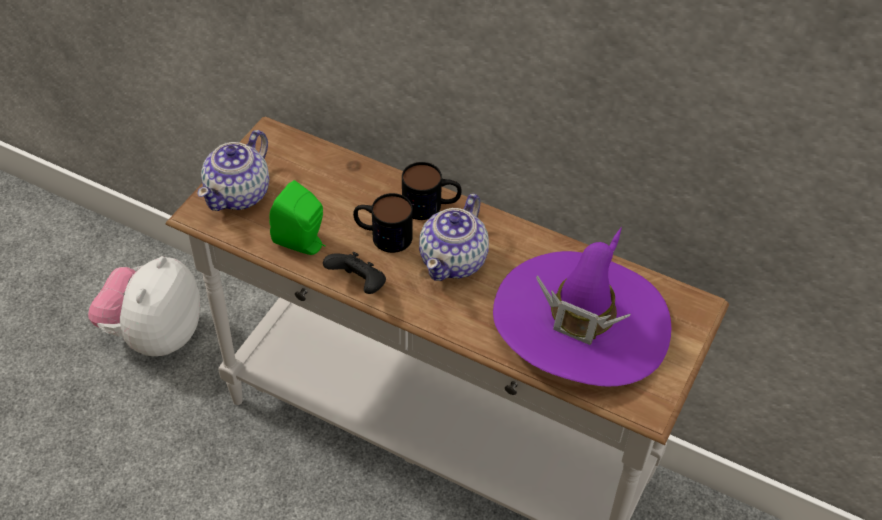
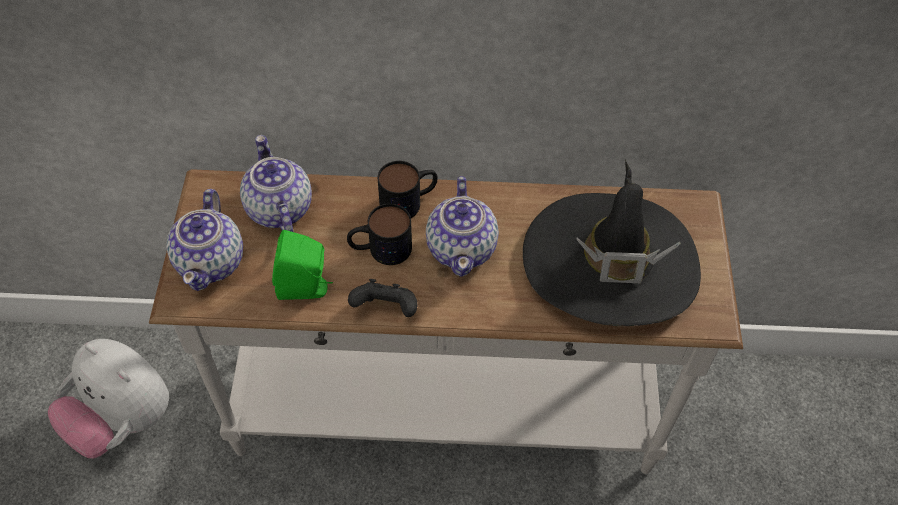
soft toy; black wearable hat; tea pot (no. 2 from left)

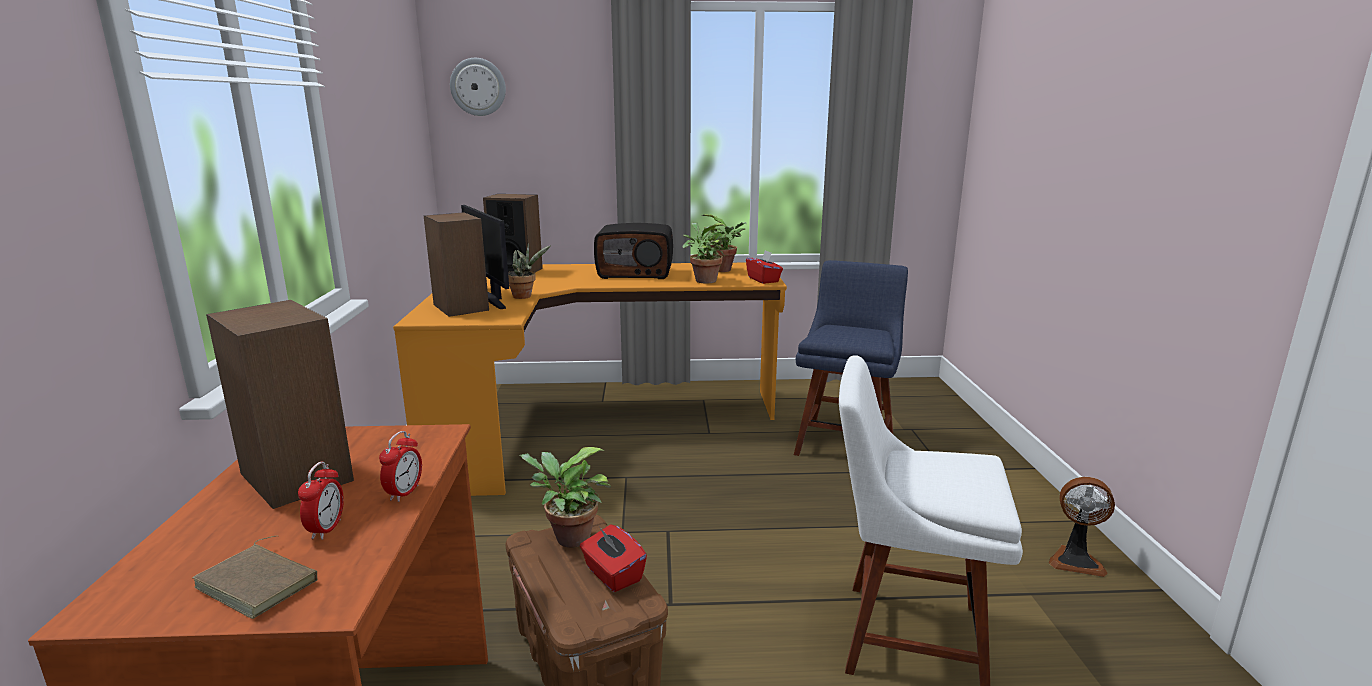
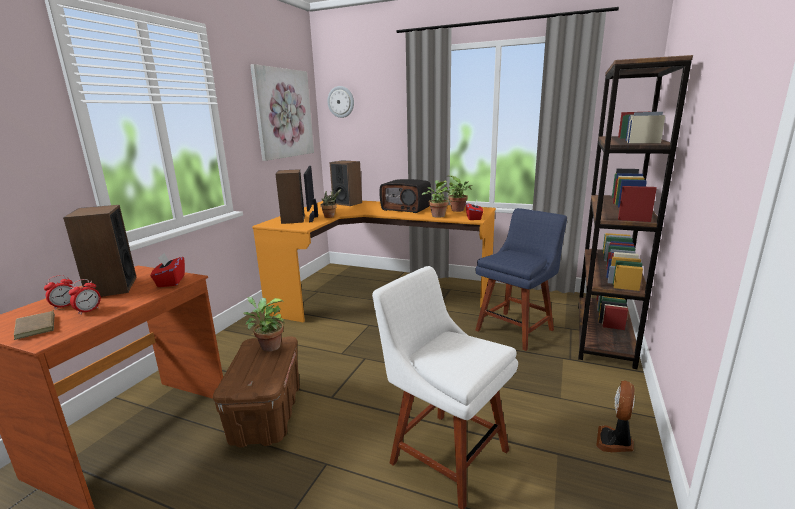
table clock (no. 1 from left); red-coloured tissue box (no. 1 from left); electric fan; wall picture; brownish shelving unit

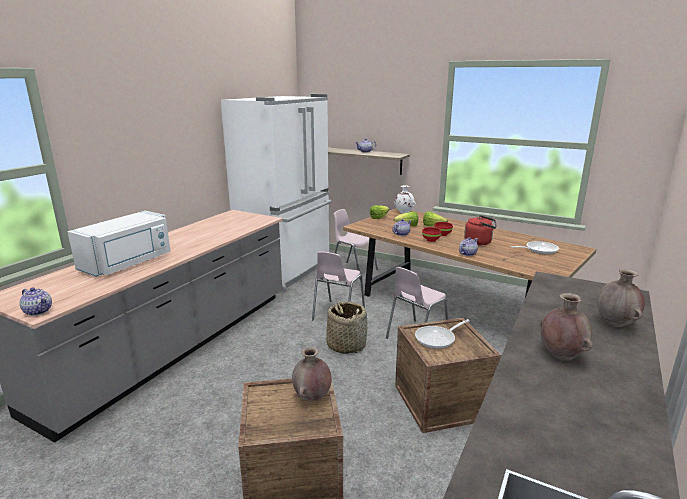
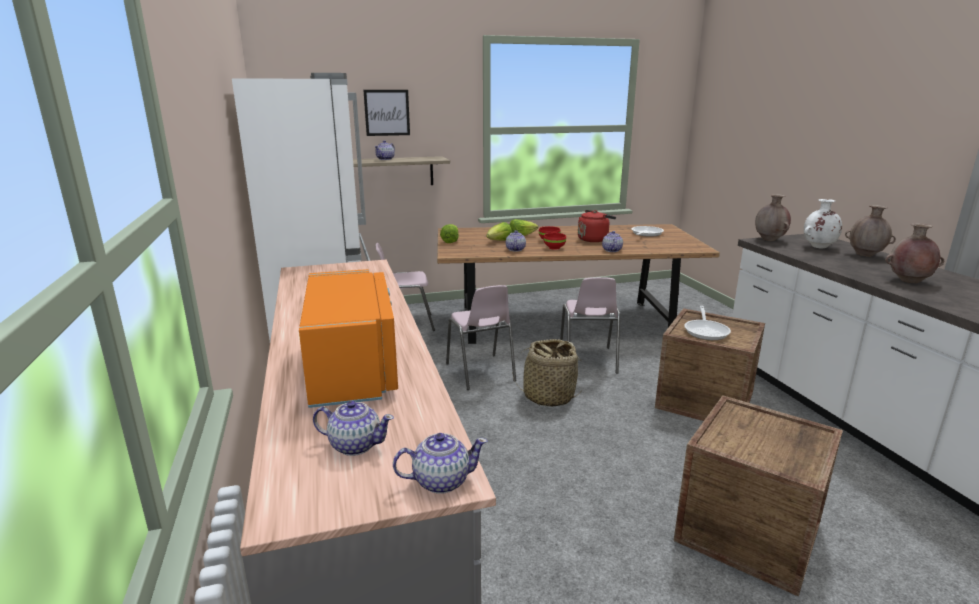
orange-coloured microwave oven; brownish vase (no. 1 from left); whitish vase; tea pot (no. 1 from left); wall picture

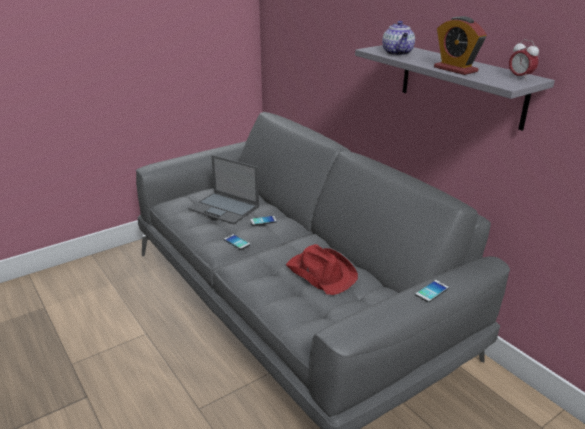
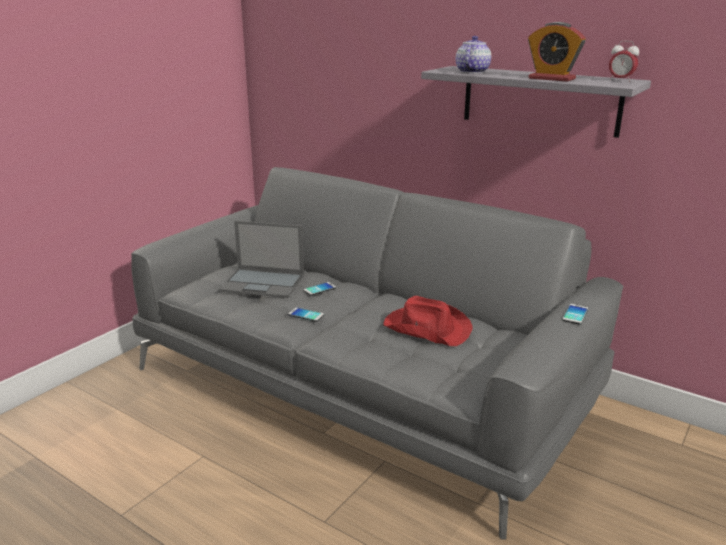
tea pot

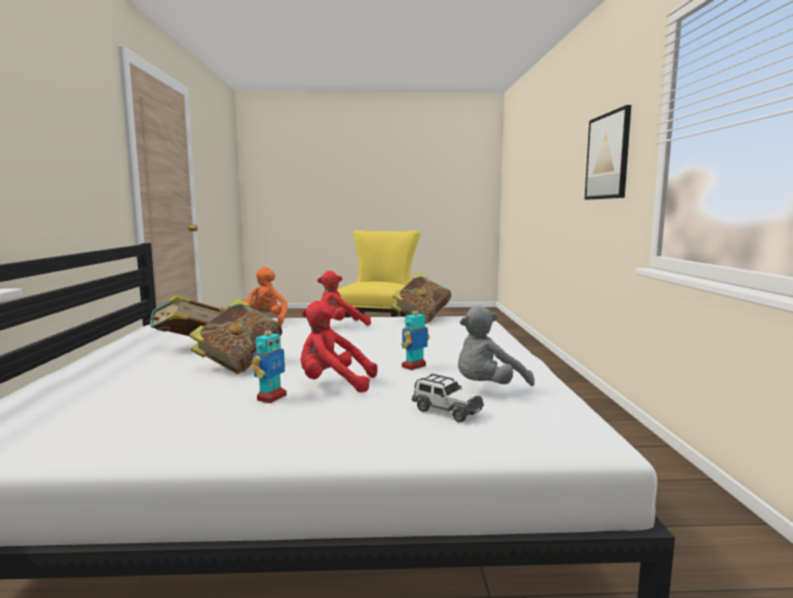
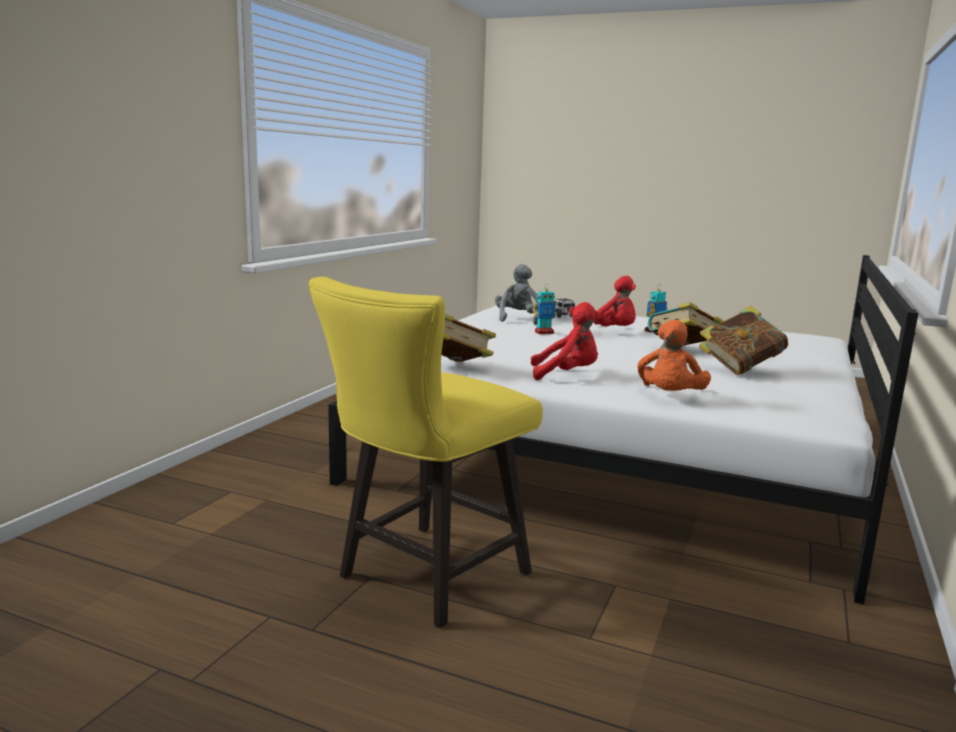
gray soft toy; wall picture

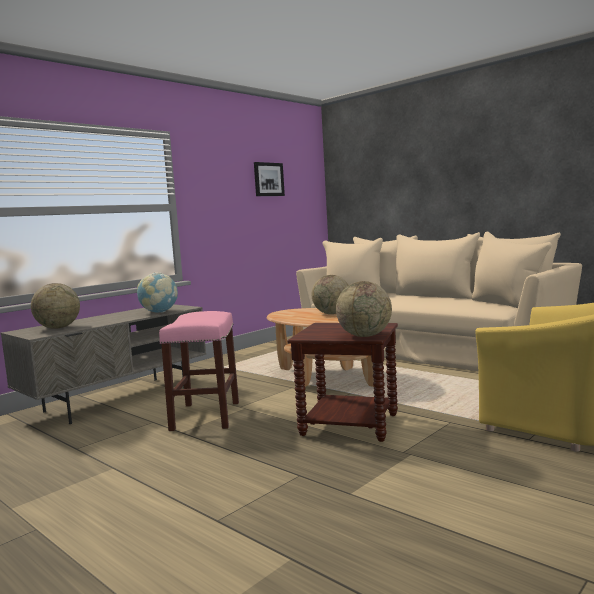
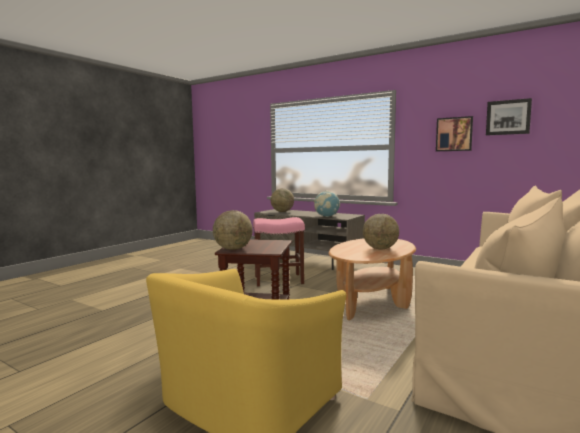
wall picture (no. 1 from left)

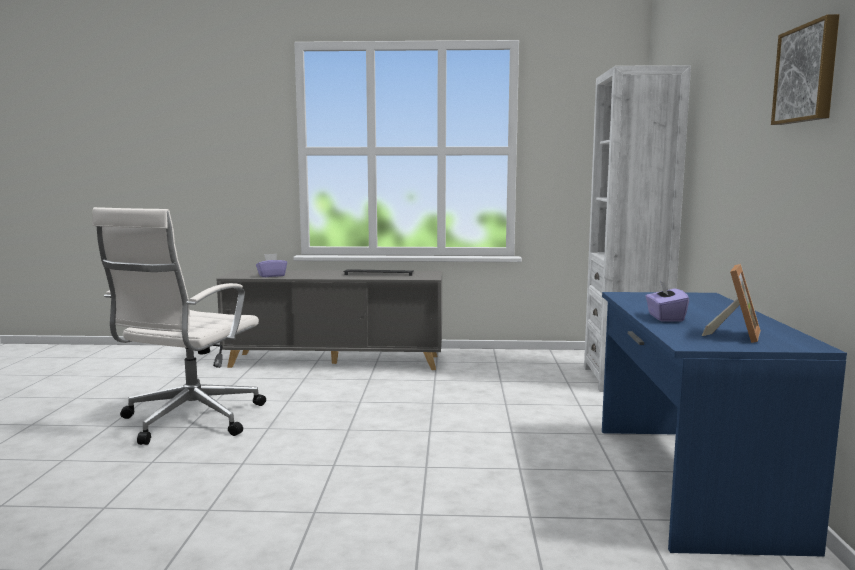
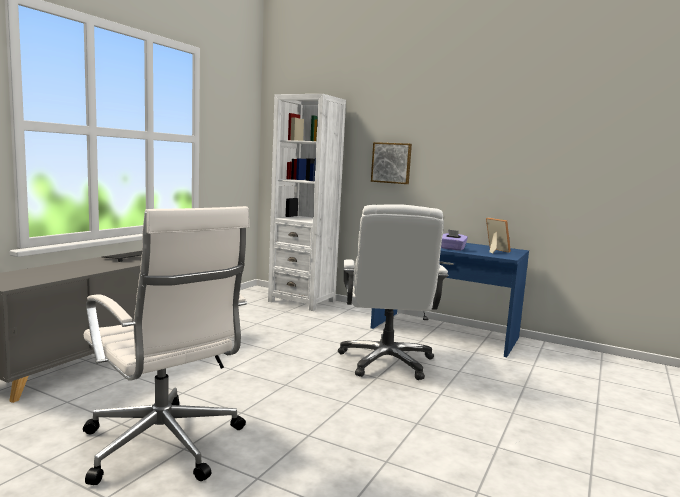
purple-coloured tissue box (no. 1 from left in the first image); wall picture; whitish computer chair (no. 2 from left)

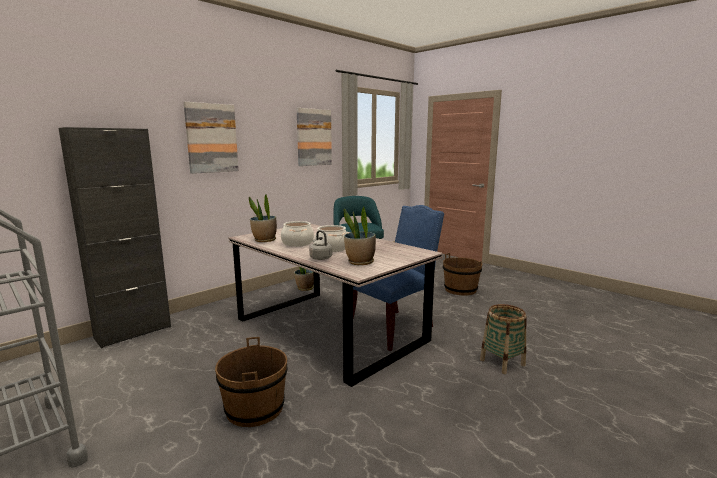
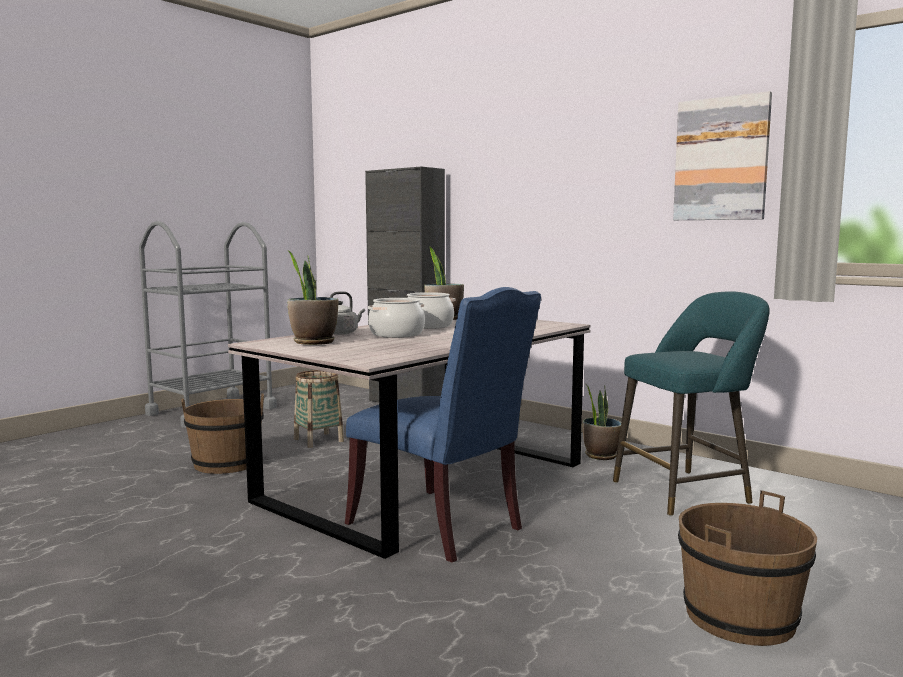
wall picture (no. 1 from left in the first image); household basket

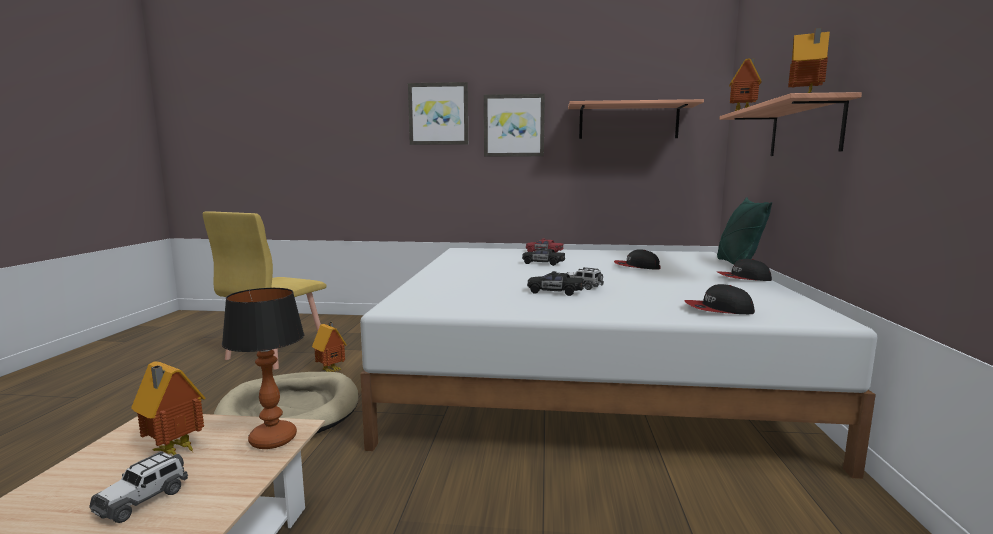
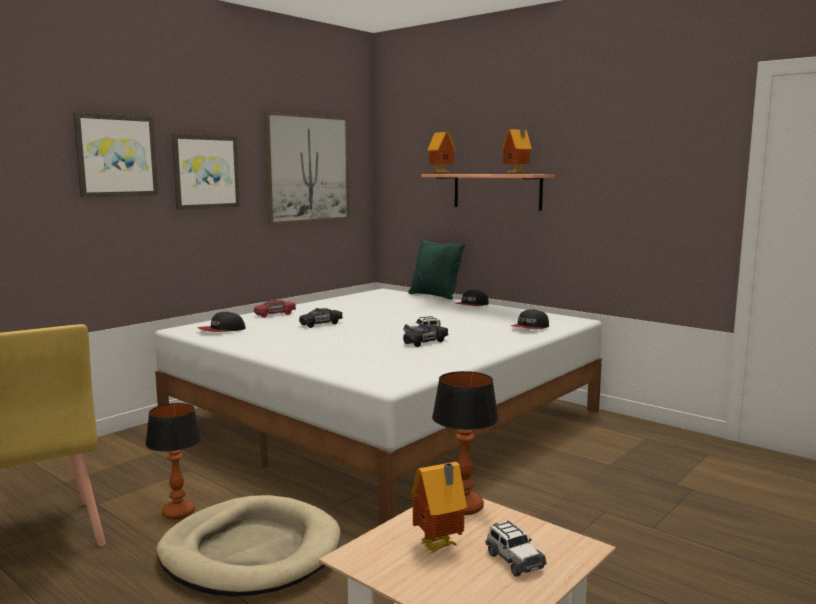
table lamp (no. 1 from left); wall picture (no. 3 from left); cap (no. 1 from left)

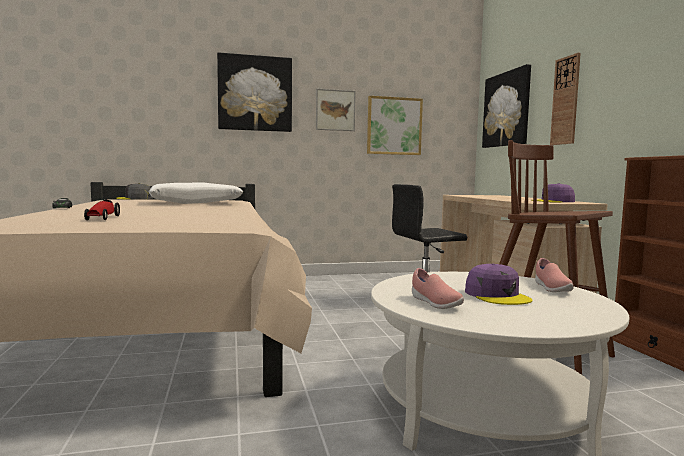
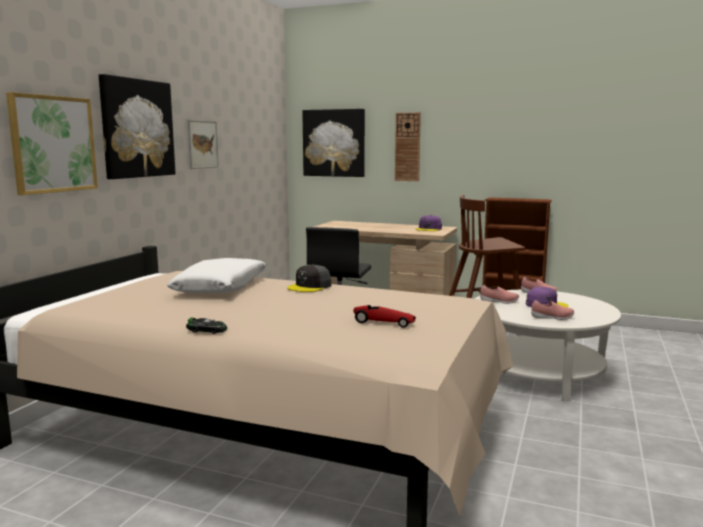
gray cap; wall picture (no. 1 from left); pink low shoe (no. 1 from left)

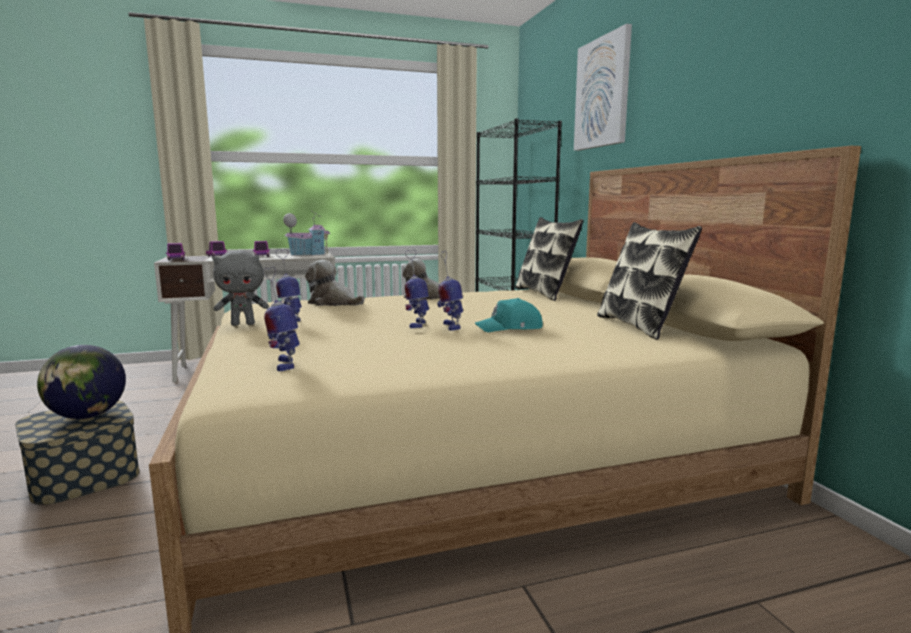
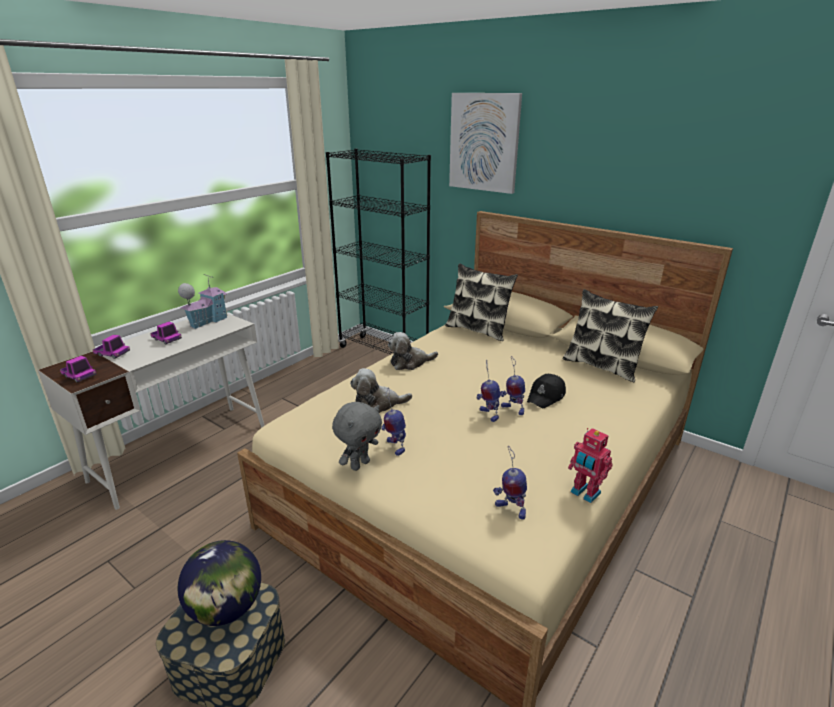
black cap; toy robot (no. 5 from left)

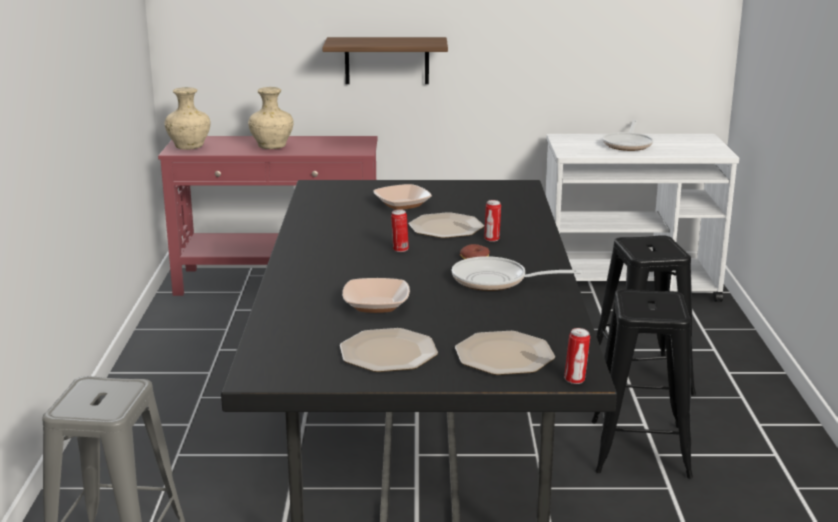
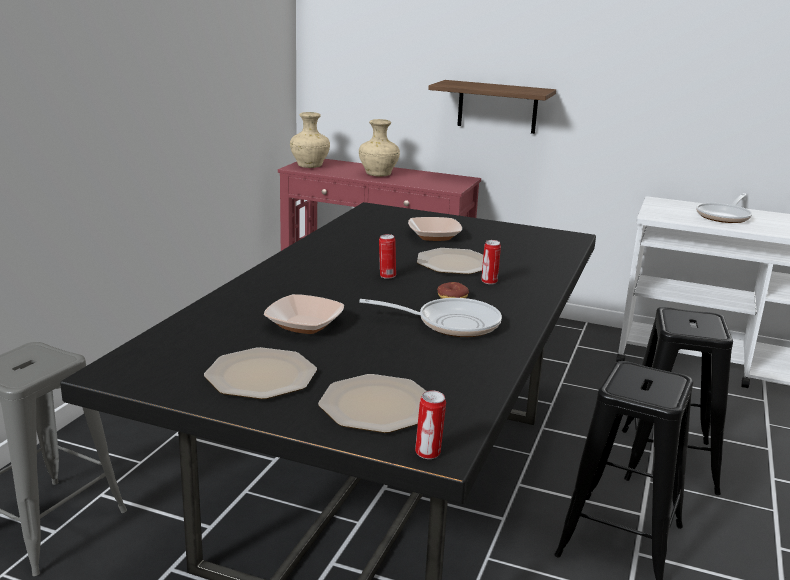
pan (no. 1 from left)

